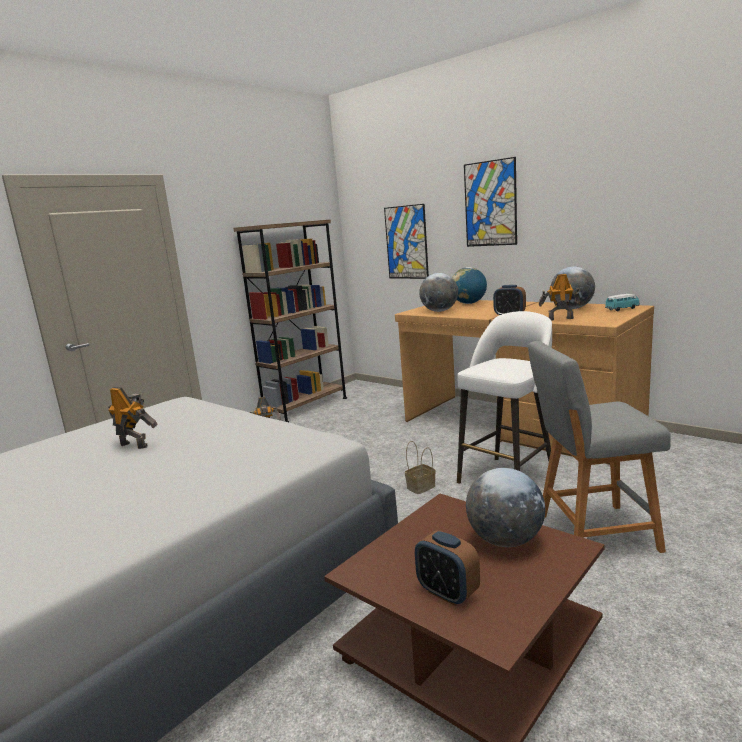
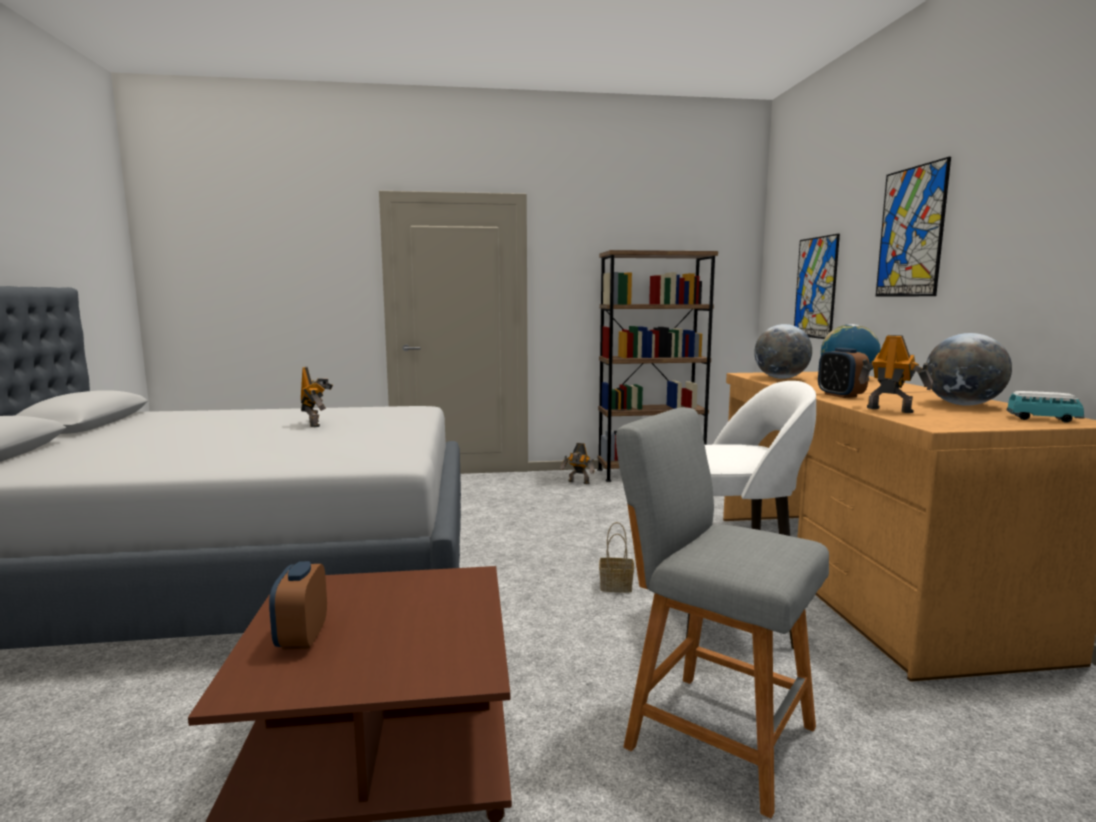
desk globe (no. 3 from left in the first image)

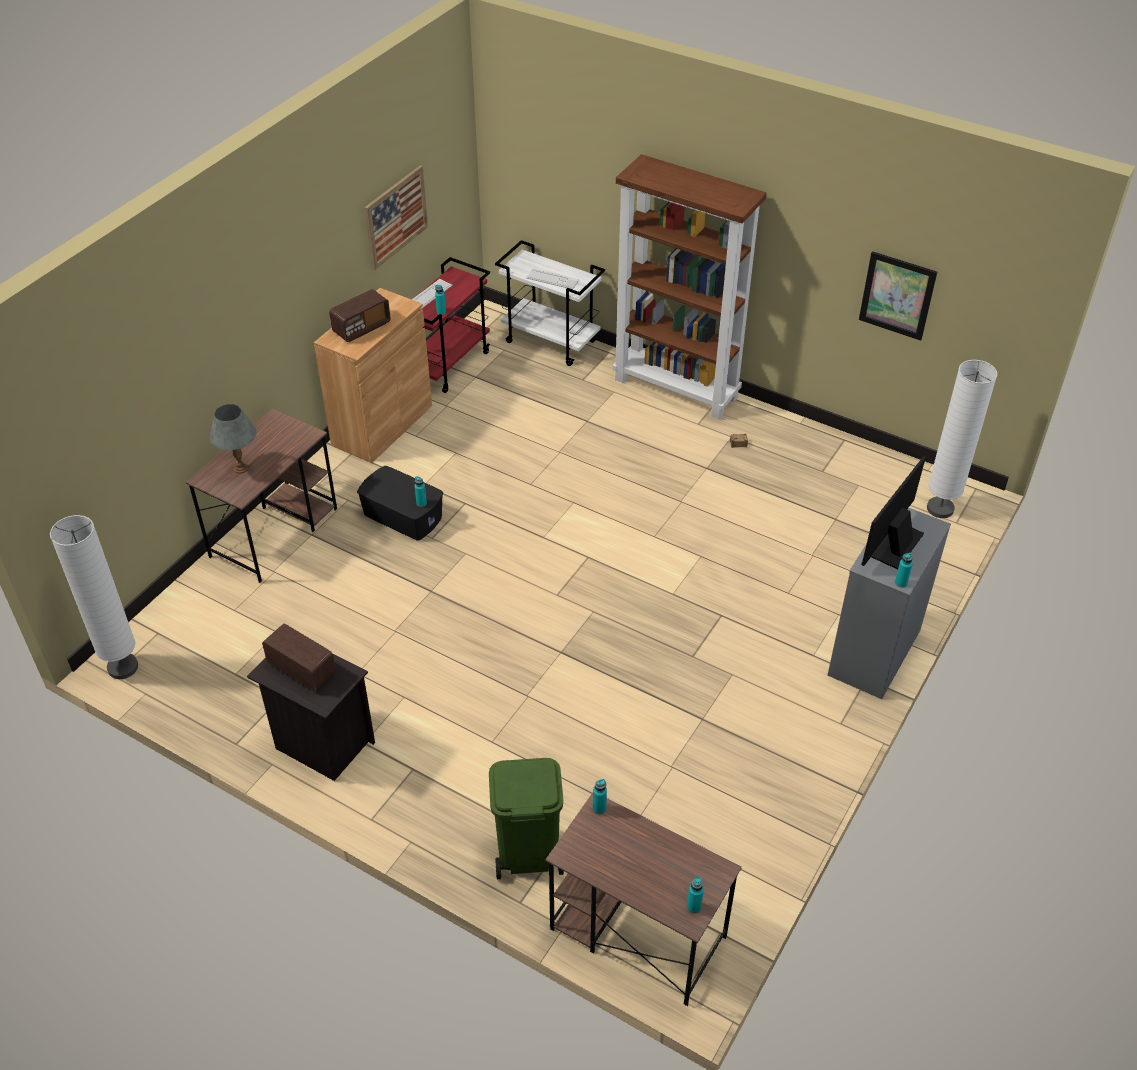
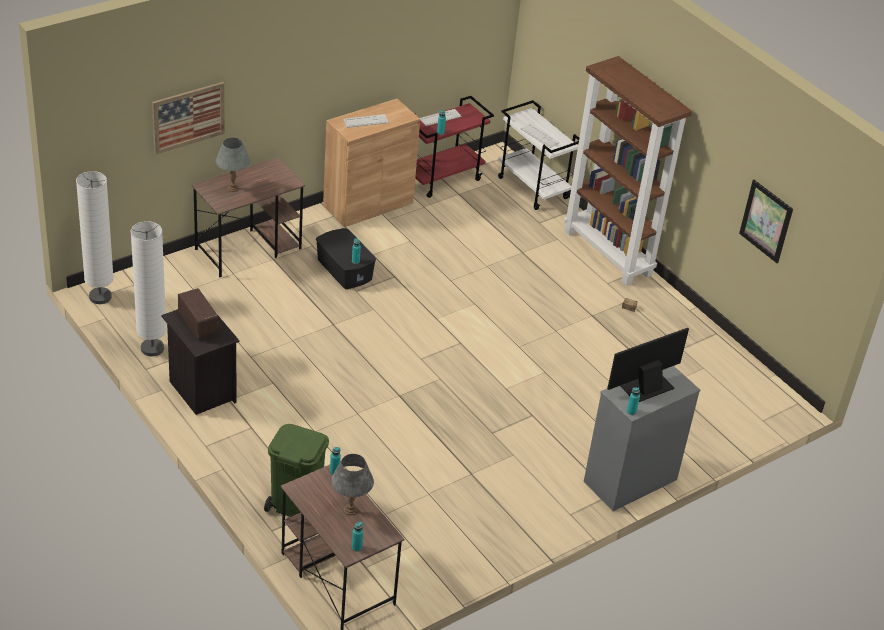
keyboard (no. 1 from left); wall picture (no. 1 from left); whitish standard lamp (no. 2 from left); gray table lamp (no. 2 from left)

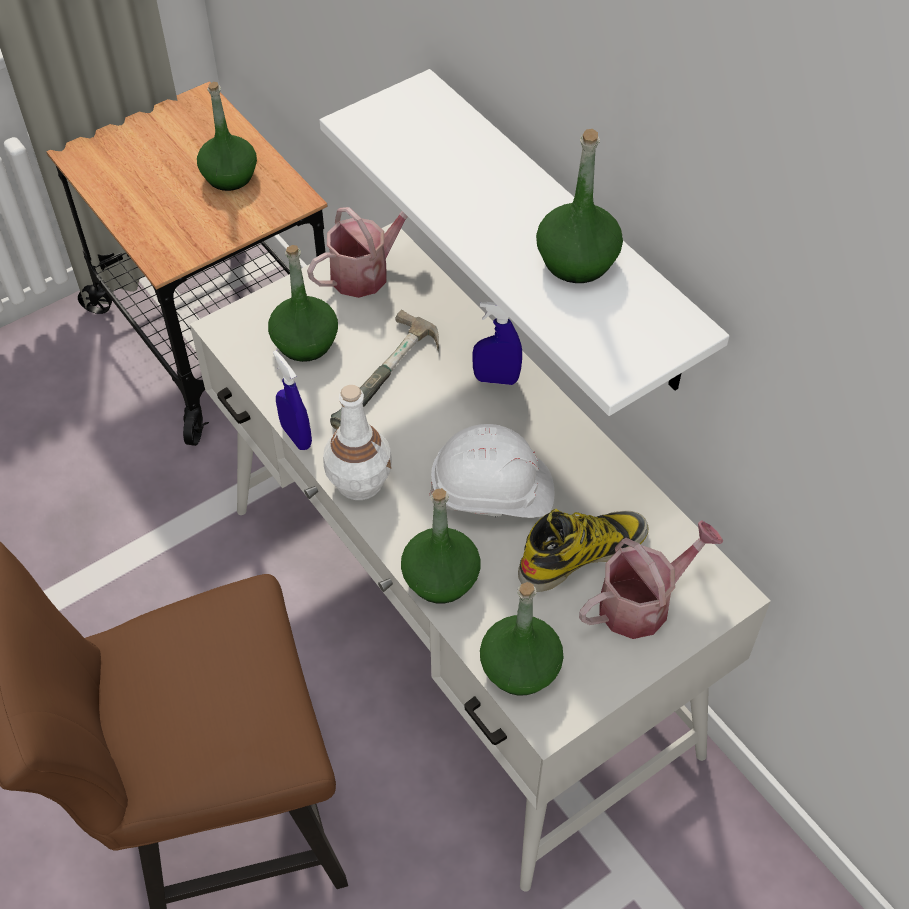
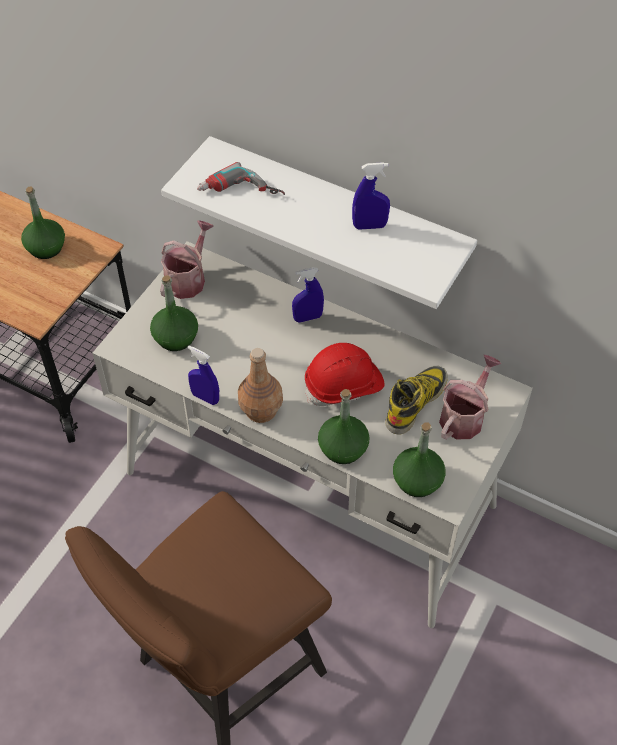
brownish bottle; hand hammer; red-coloured safety helmet; blue sprayer (no. 3 from left); power drill

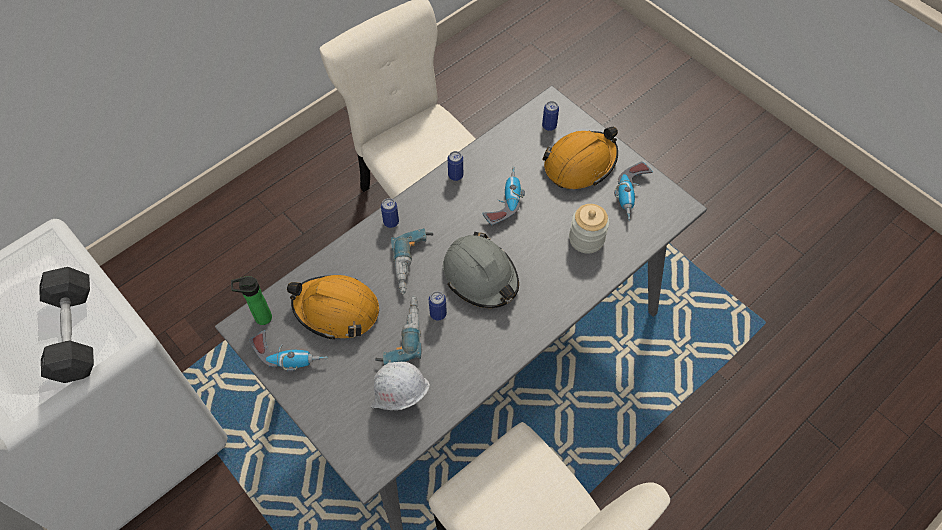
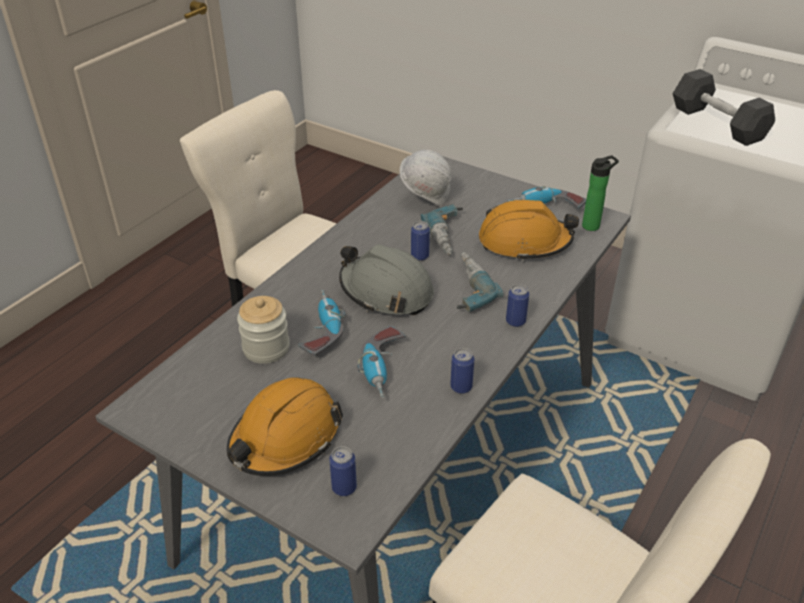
power drill (no. 1 from left)

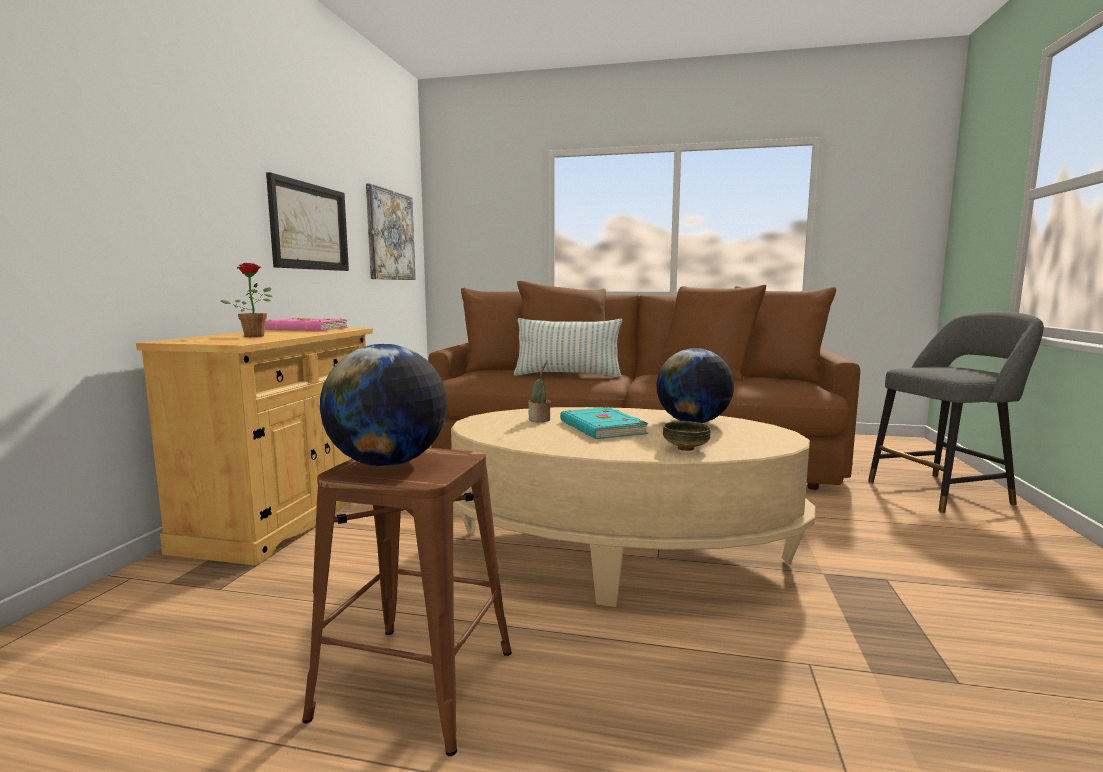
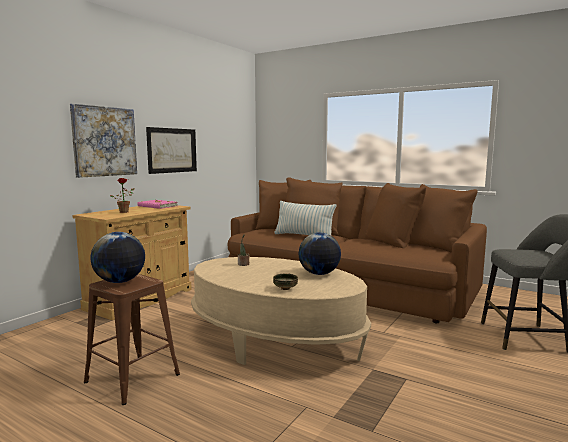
wall picture (no. 1 from left); turquoise volume

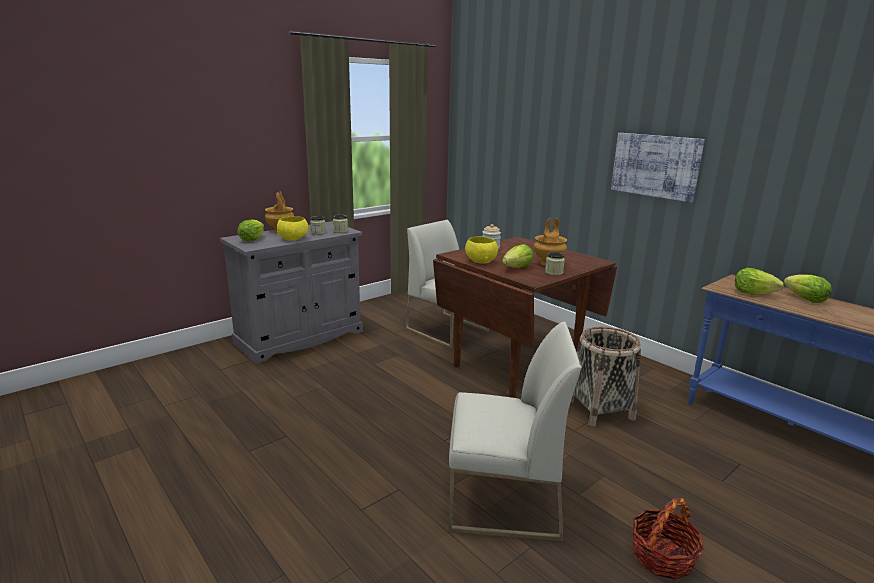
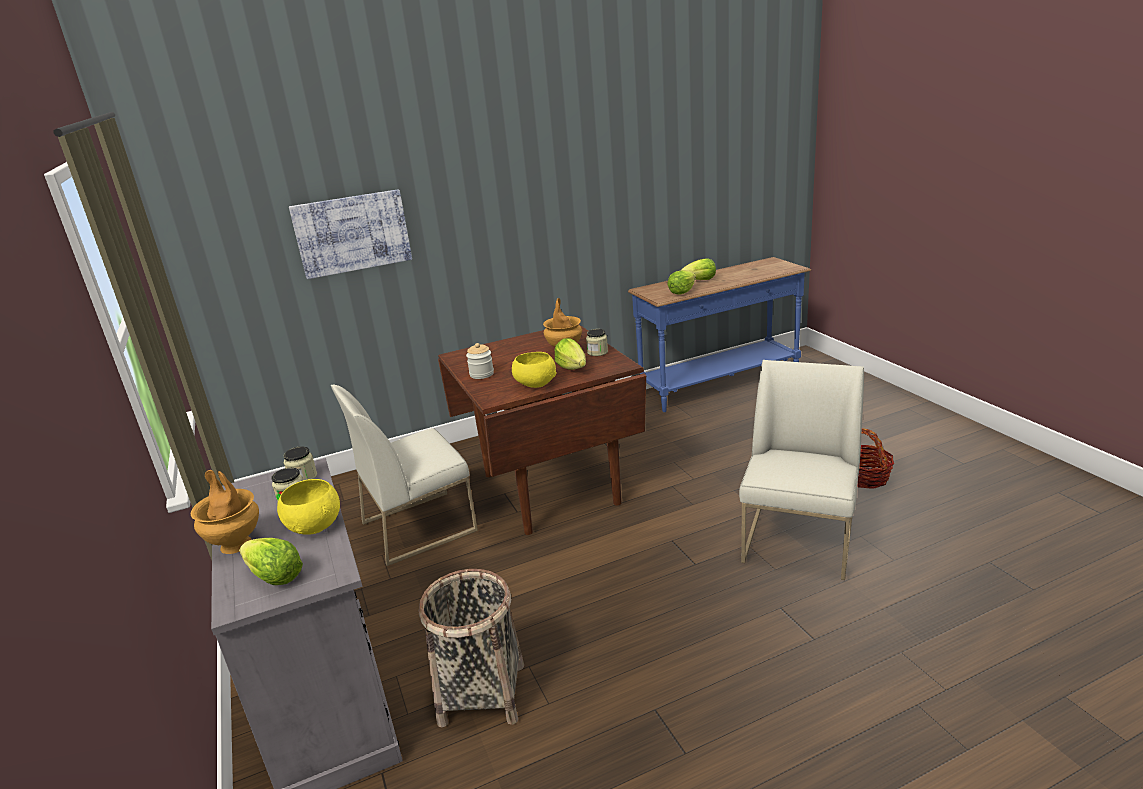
household basket (no. 1 from left); wall picture

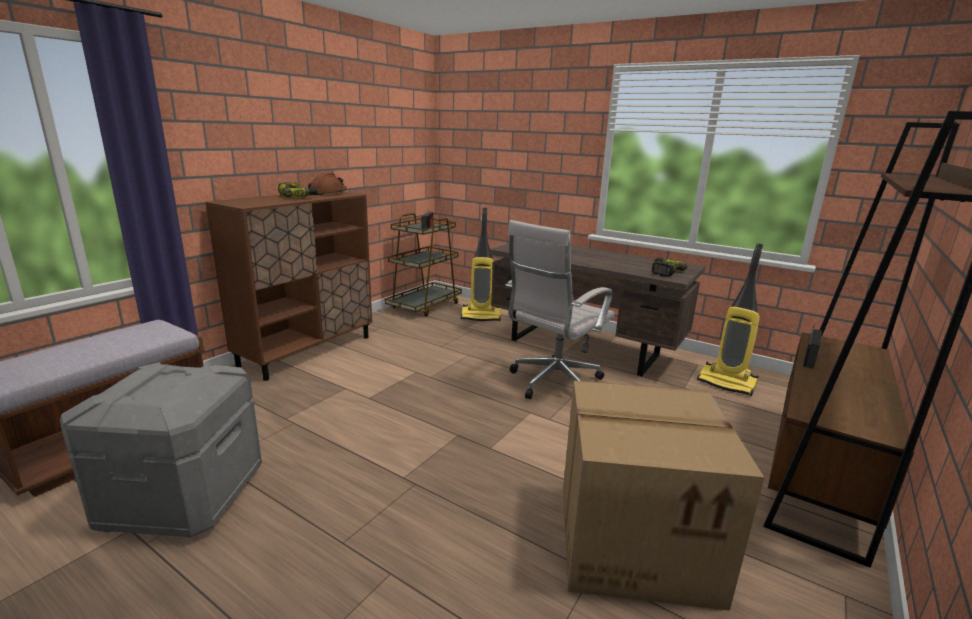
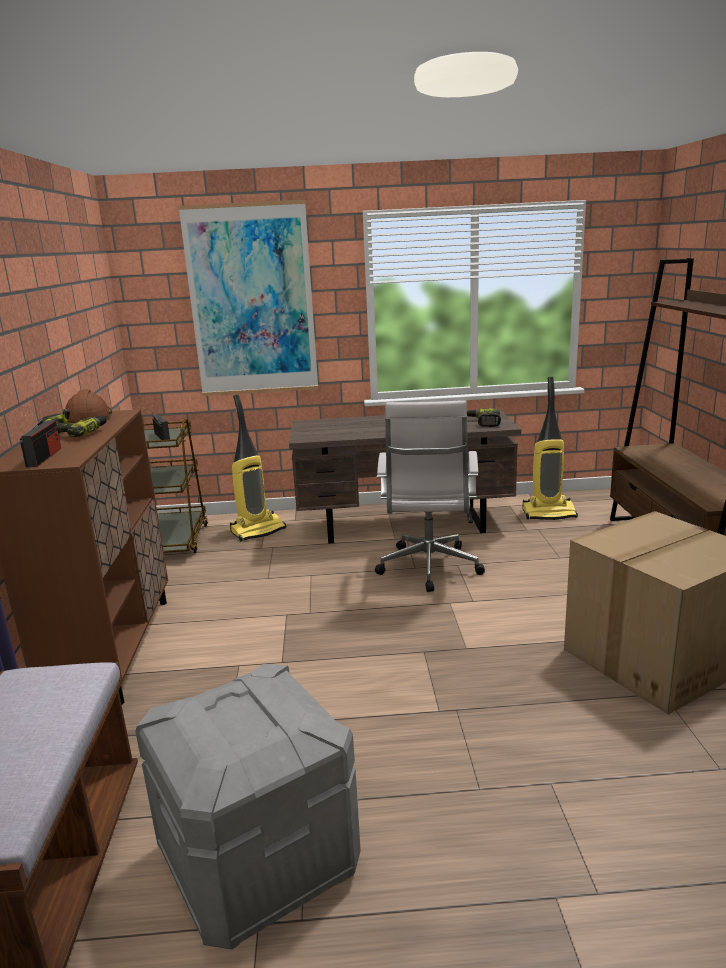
radio set (no. 1 from left); wall picture

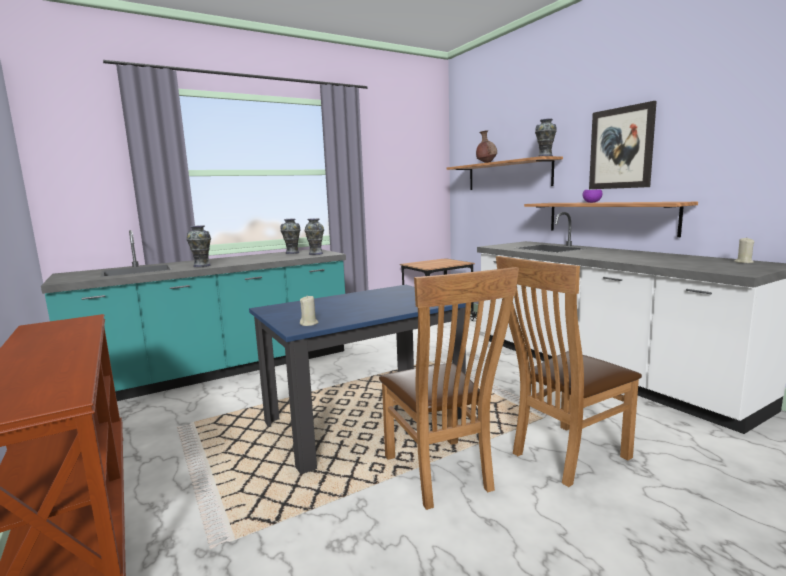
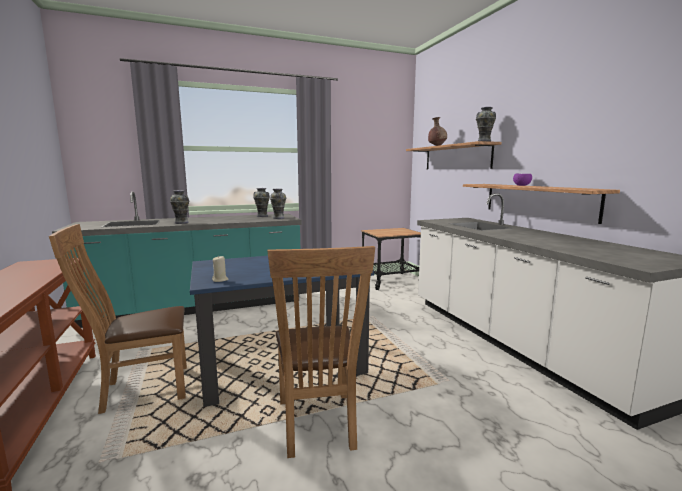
brownish plain chair (no. 1 from left); wall picture; beige wax candle (no. 2 from left in the first image)

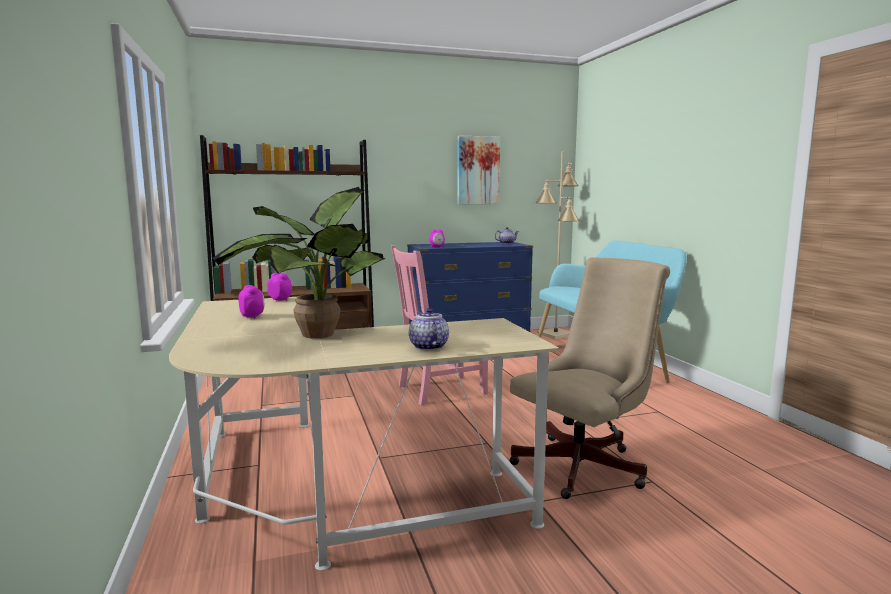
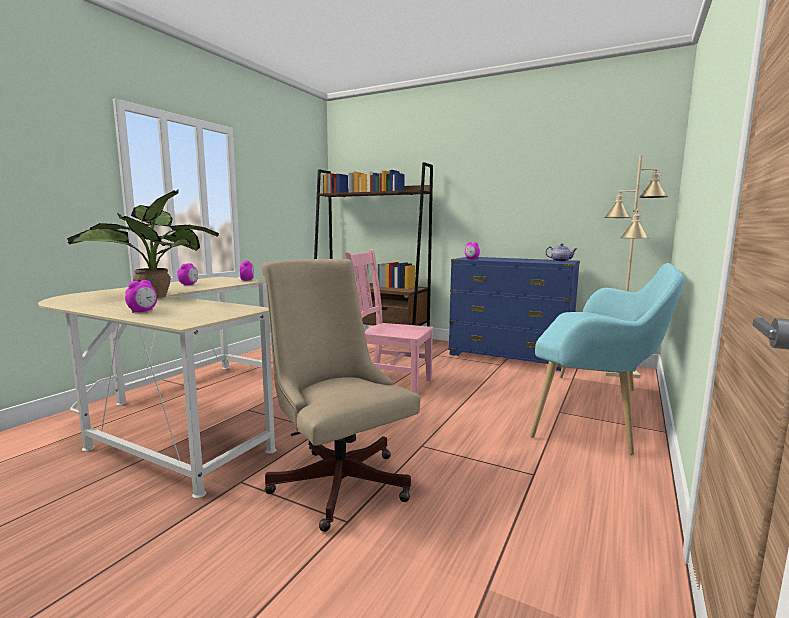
table clock (no. 1 from left); wall picture; beige computer chair

